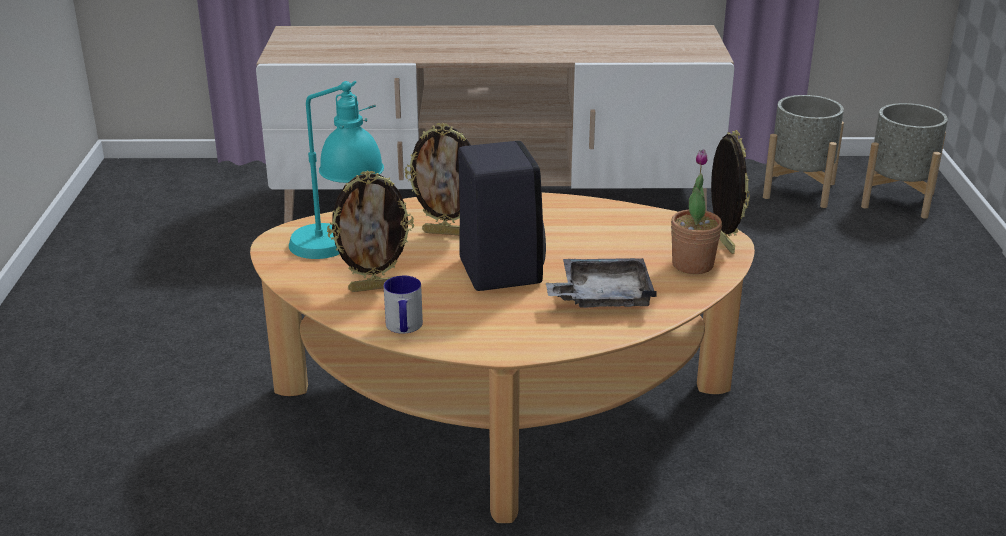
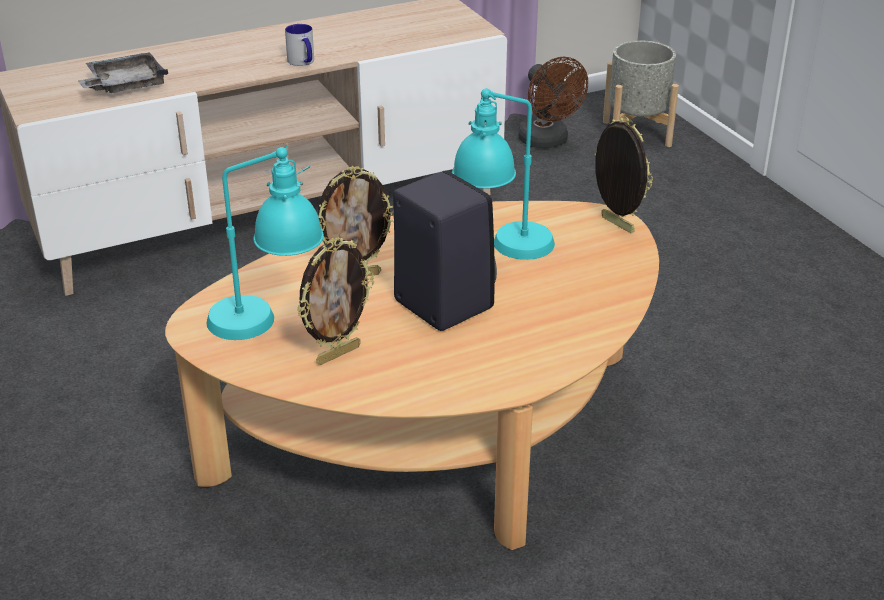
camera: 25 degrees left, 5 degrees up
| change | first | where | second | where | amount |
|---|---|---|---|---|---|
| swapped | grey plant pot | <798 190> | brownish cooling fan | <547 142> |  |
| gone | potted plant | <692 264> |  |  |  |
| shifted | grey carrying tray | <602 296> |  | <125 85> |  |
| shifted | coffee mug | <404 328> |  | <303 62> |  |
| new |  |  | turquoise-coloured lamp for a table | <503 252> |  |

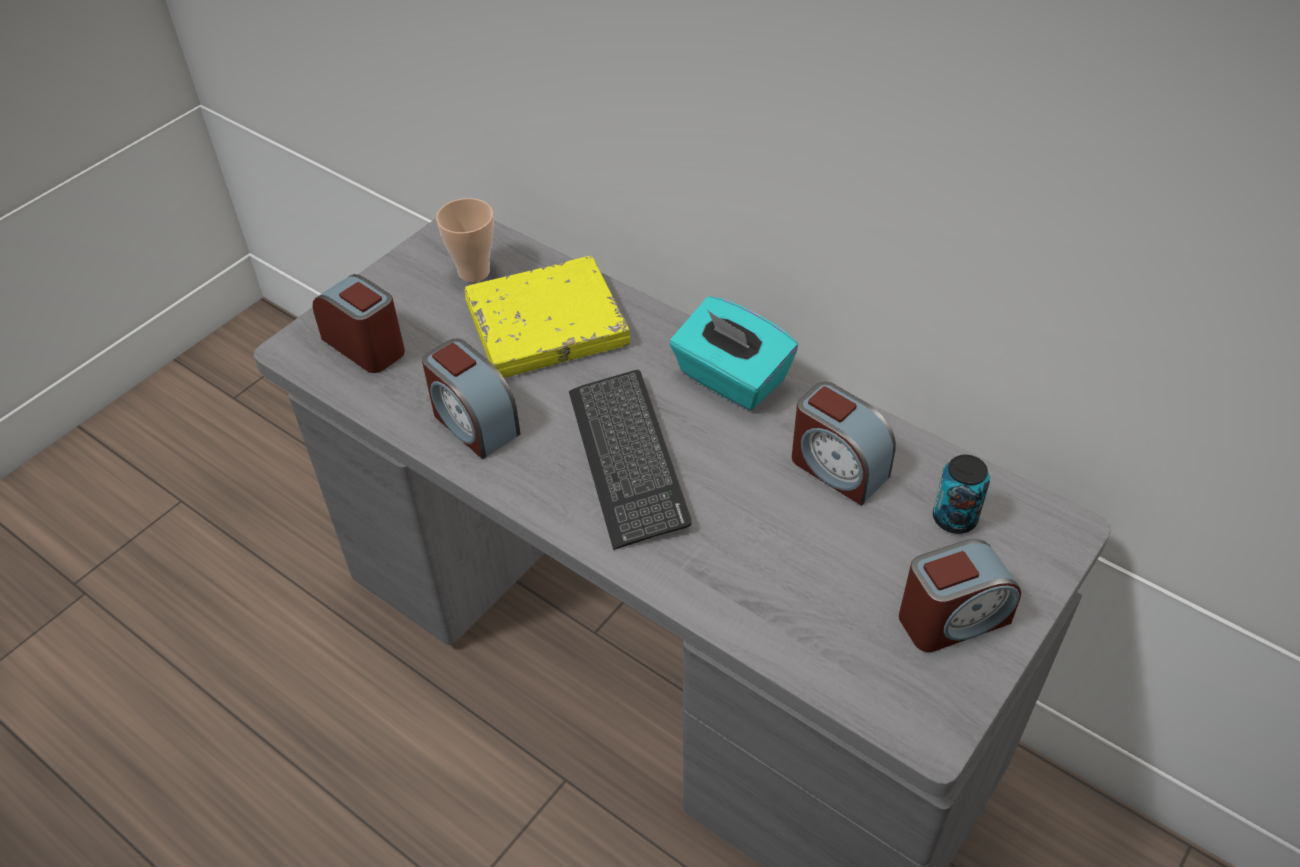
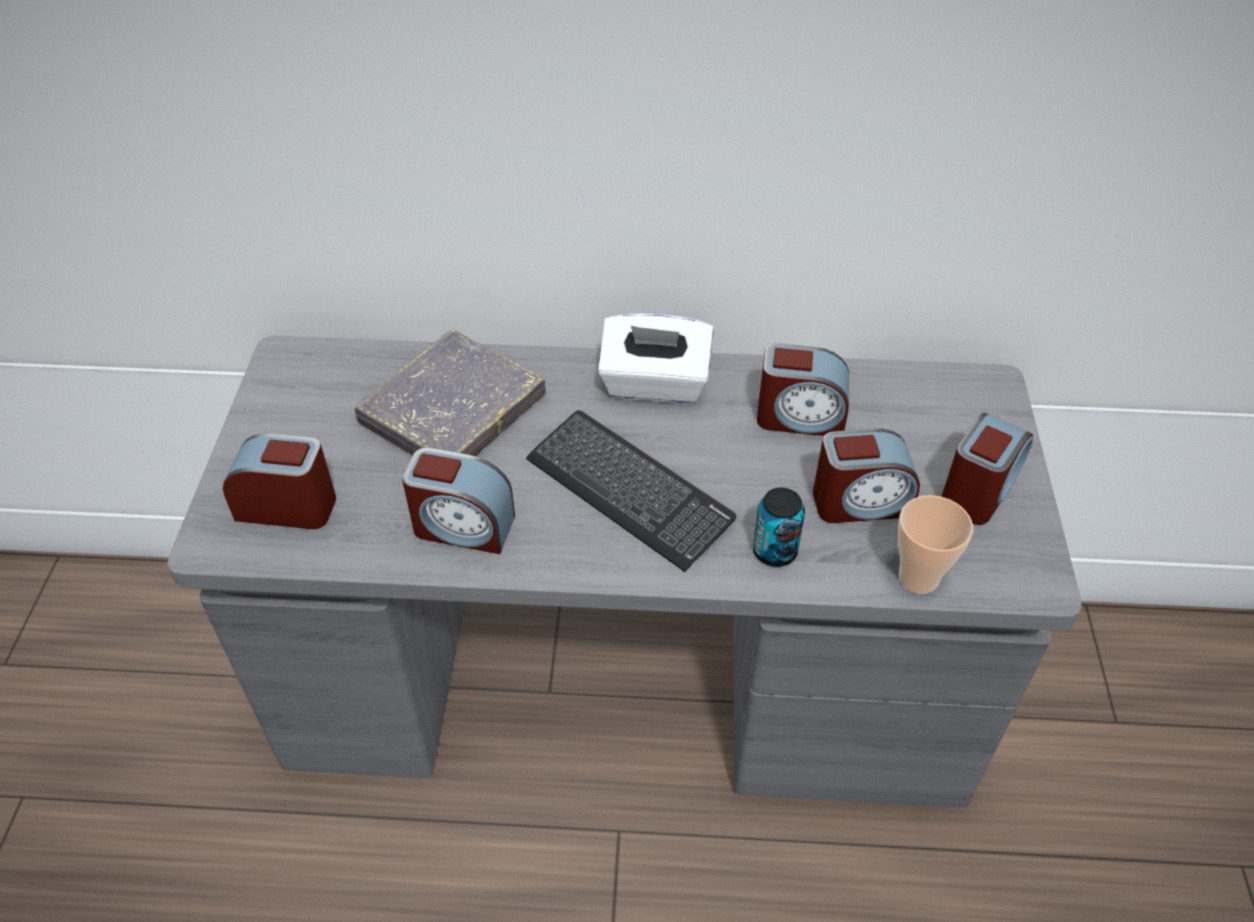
camera: 35 degrees left, 0 degrees up
| change | first | where | second | where | amount |
|---|---|---|---|---|---|
| shifted | small cup | <474 272> |  | <918 578> |  |
| repainted | yellow book | <546 325> | grey book | <452 410> |  |
| repainted | turquoise-coloured box of tissues | <730 379> | white-coloured box of tissues | <654 385> |  |
| shifted | can | <954 518> |  | <774 551> |  |
| new |  |  | table clock | <860 502> |  |

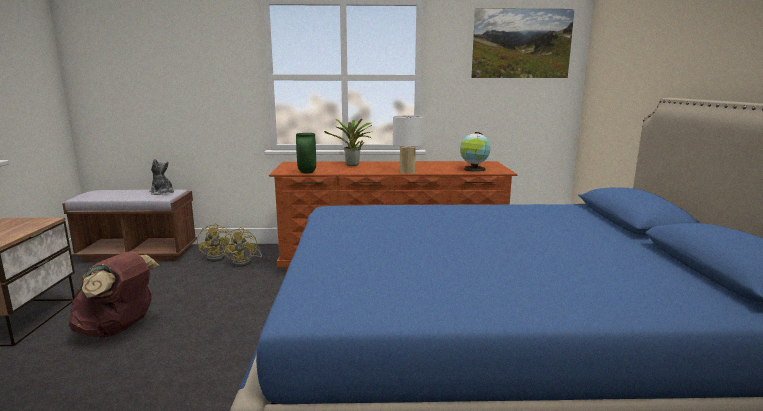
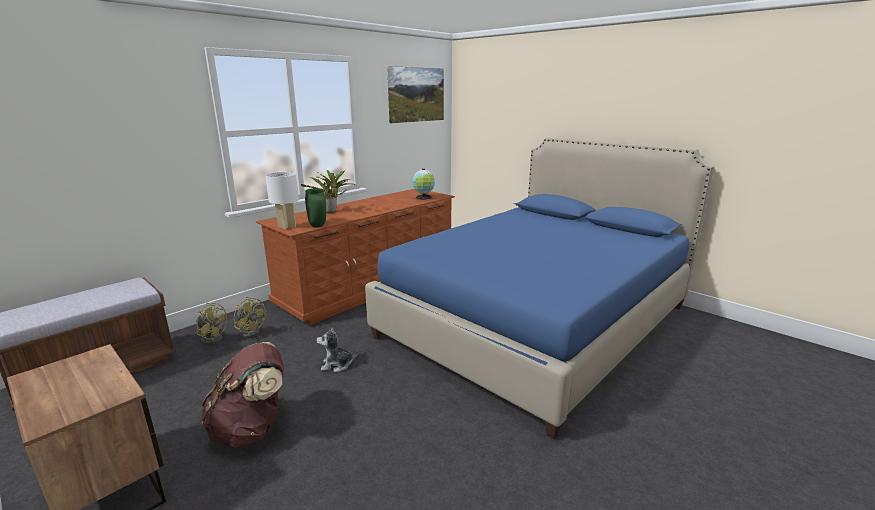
camera: 45 degrees left, 5 degrees up
| change | first | where | second | where | amount |
|---|---|---|---|---|---|
| shifted | white-coloured lamp for a table | <407 172> |  | <287 226> |  |
| shifted | soft toy | <162 192> |  | <337 365> |  |

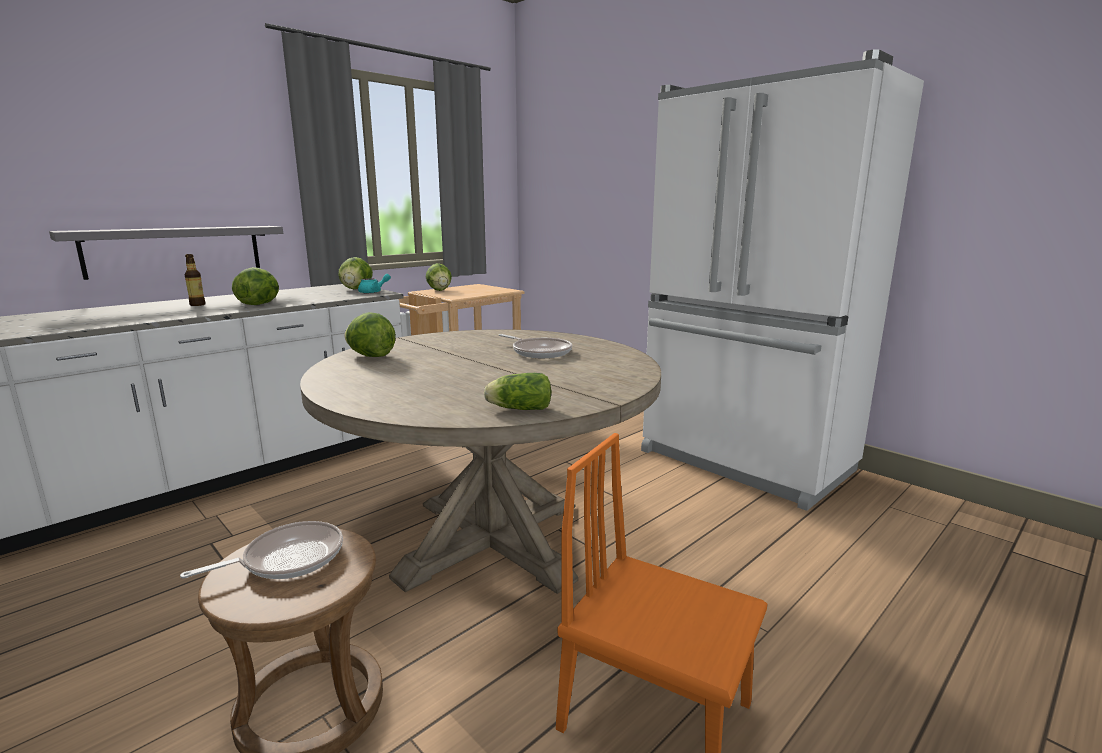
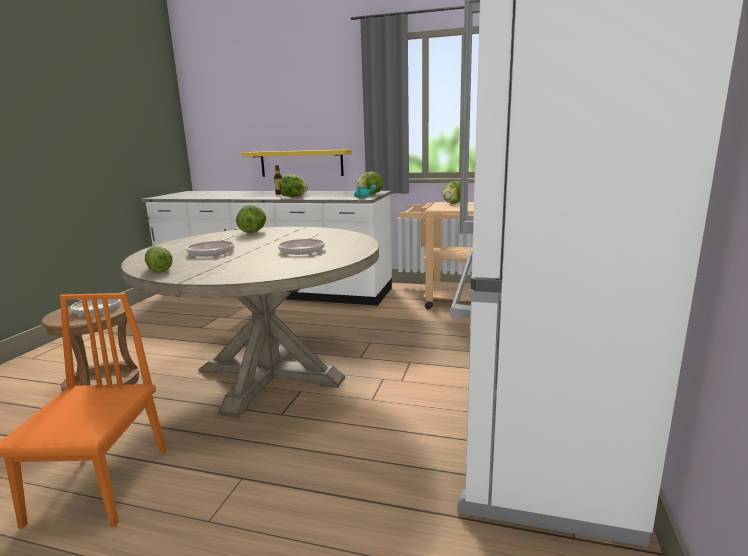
camera: 60 degrees right, 0 degrees up
| change | first | where | second | where | amount |
|---|---|---|---|---|---|
| repainted | grey wall shelf | <175 250> | yellow wall shelf | <301 163> |  |
| new |  |  | frying pan | <213 251> |  |

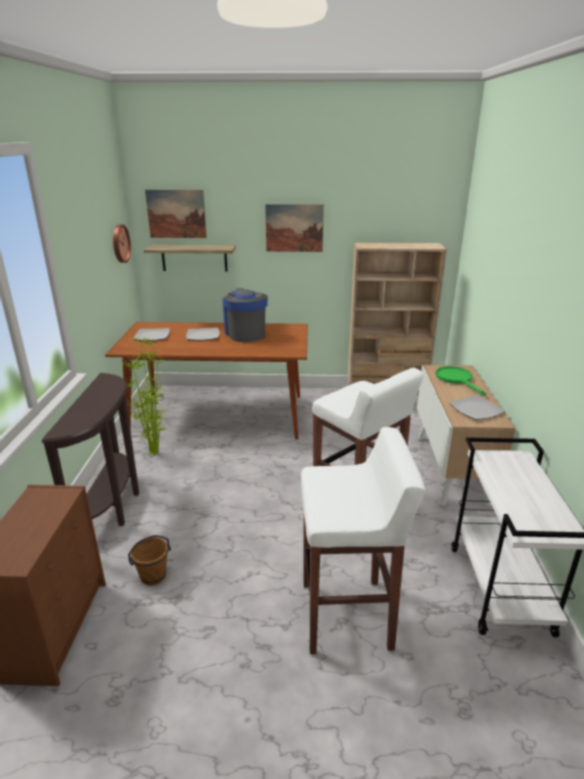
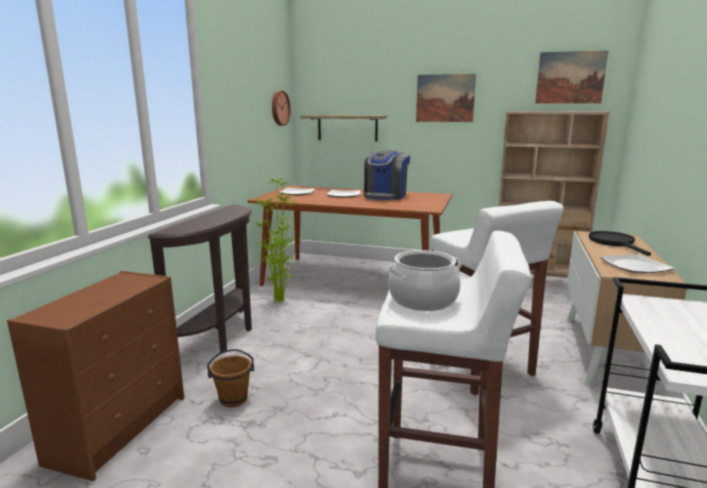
camera: 15 degrees right, 10 degrees down
| change | first | where | second | where | amount |
|---|---|---|---|---|---|
| shifted | wall picture | <176 214> |  | <570 77> |  |
| rotated | coffee machine | <245 333> |  | <385 196> | 150 degrees counterclockwise |
| repainted | green-coloured frying pan | <457 379> | black-coloured frying pan | <615 243> |  |
| new |  |  | cooking pot | <423 299> |  |

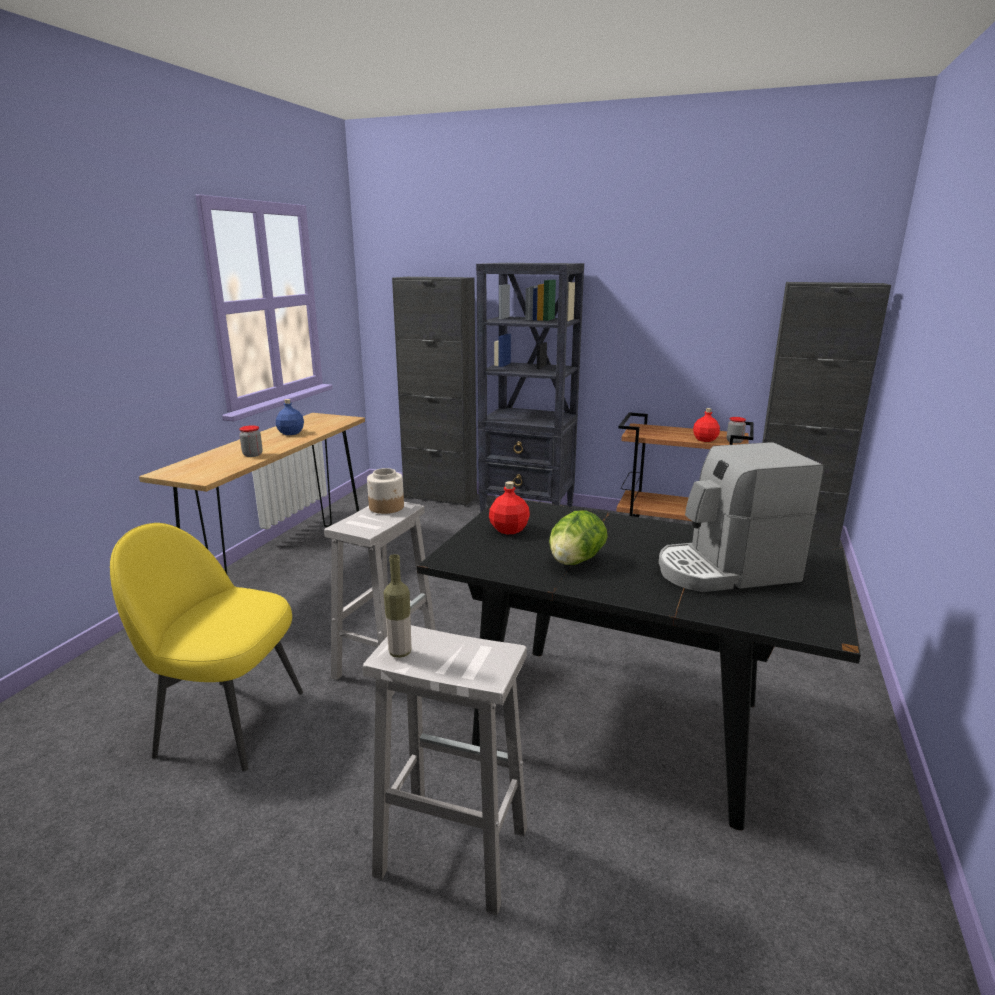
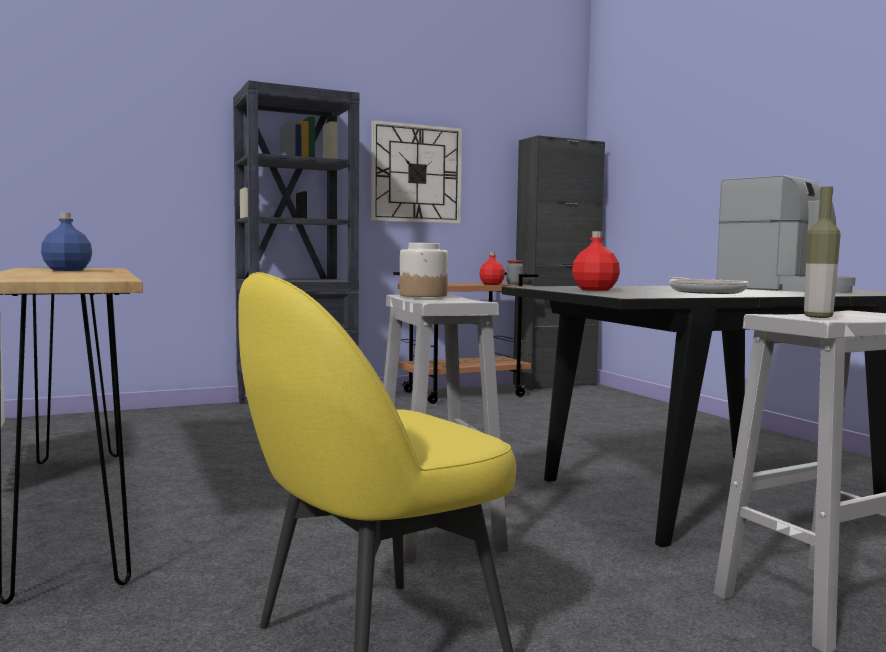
camera: 45 degrees left, 15 degrees down
| change | first | where | second | where | amount |
|---|---|---|---|---|---|
| gone | black-coloured cabinet | <440 497> |  |  |  |
| gone | preserve jar | <252 455> |  |  |  |
| rotated | coffee machine | <725 570> |  | <785 289> | 75 degrees counterclockwise |
| swapped | lettuce | <575 561> | frying pan | <705 292> |  |
| new |  |  | wall clock | <416 173> |  |

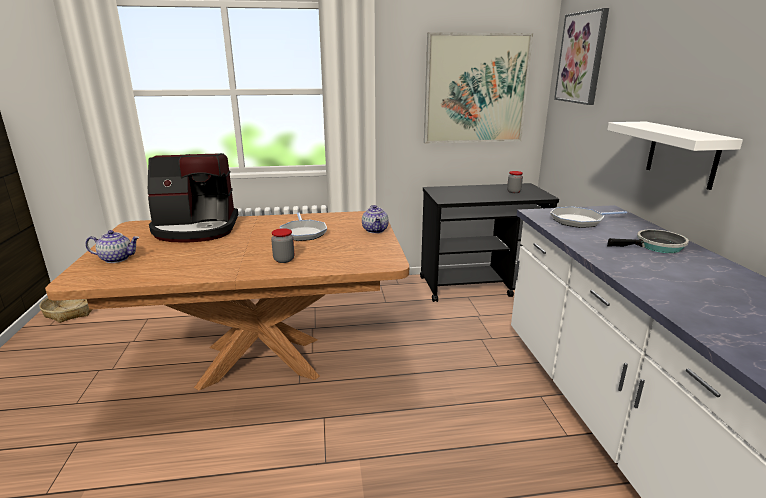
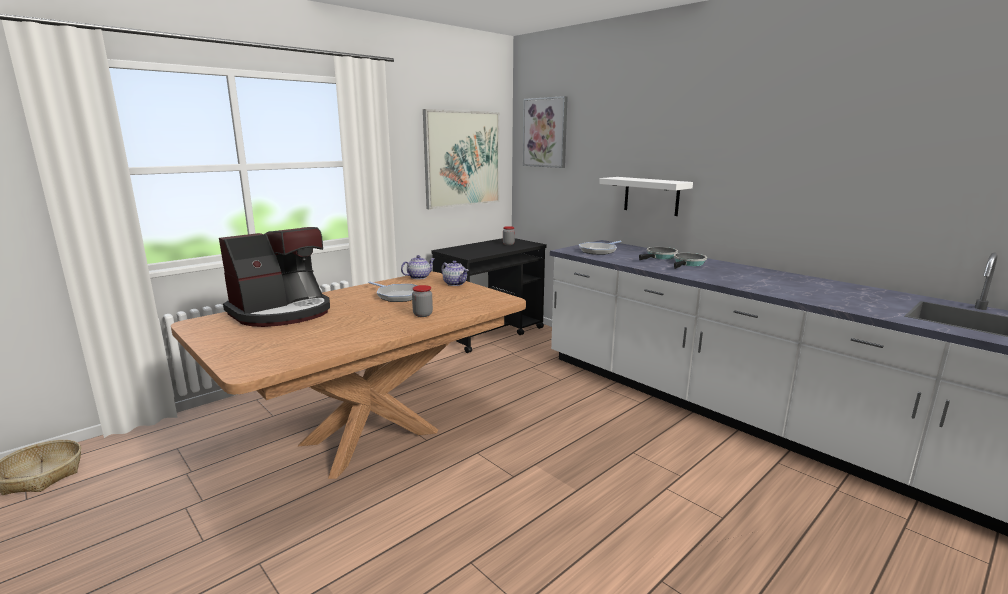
camera: 35 degrees left, 5 degrees down
| change | first | where | second | where | amount |
|---|---|---|---|---|---|
| shifted | tea pot | <117 259> |  | <418 277> |  |
| new |  |  | frying pan | <688 263> |  |

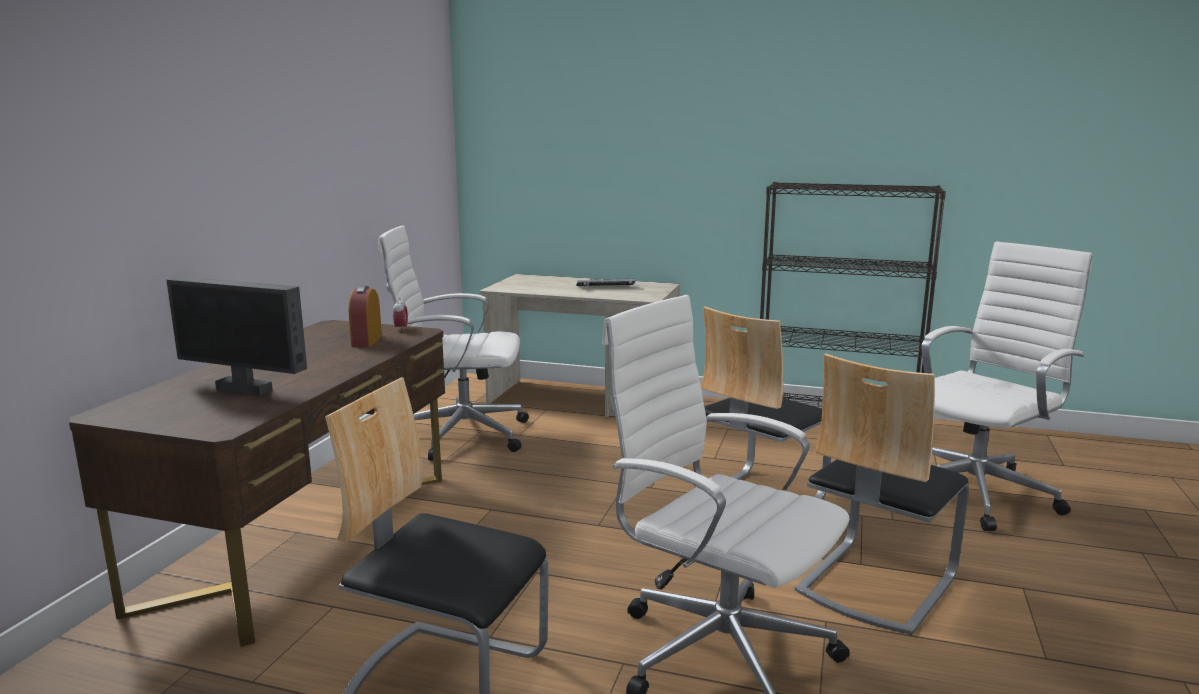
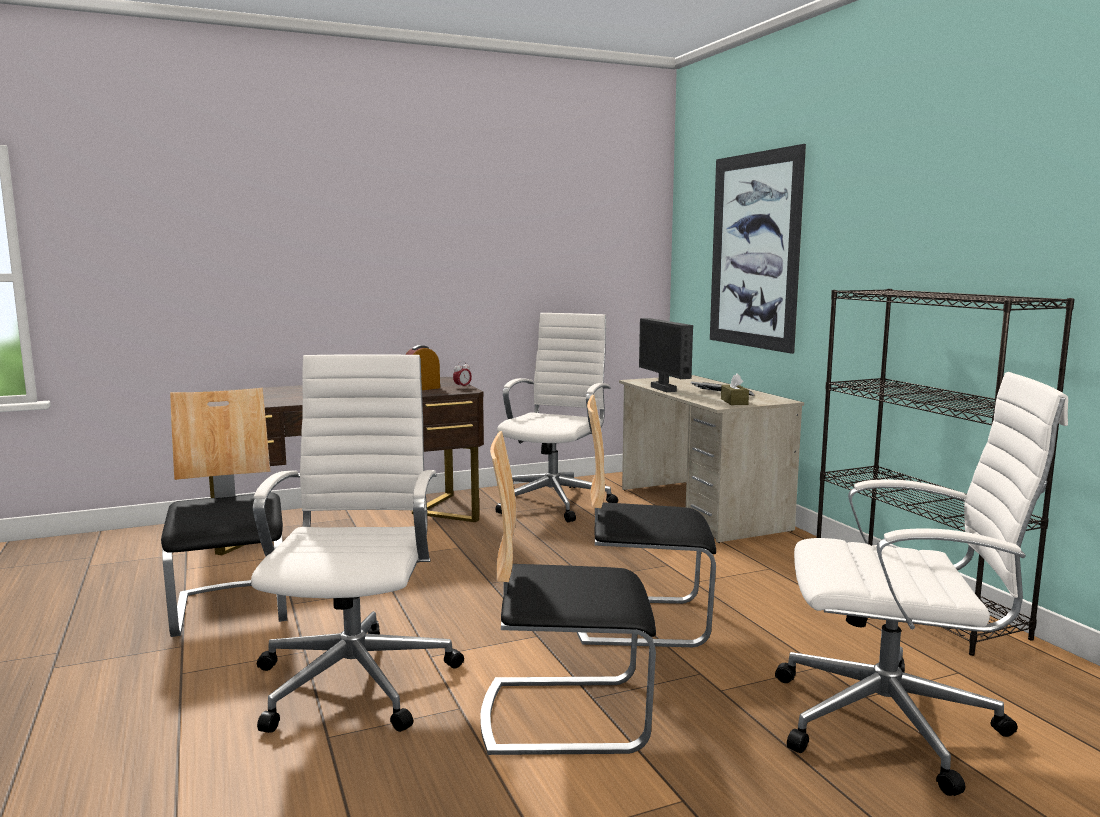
camera: 50 degrees right, 5 degrees down
| change | first | where | second | where | amount |
|---|---|---|---|---|---|
| rotated | white-coloured computer chair | <460 435> |  | <555 502> | 60 degrees clockwise |
| shifted | computer display | <246 389> |  | <664 389> |  |
| new |  |  | wall picture | <754 251> |  |
| new |  |  | brownish box of tissues | <734 402> |  |

